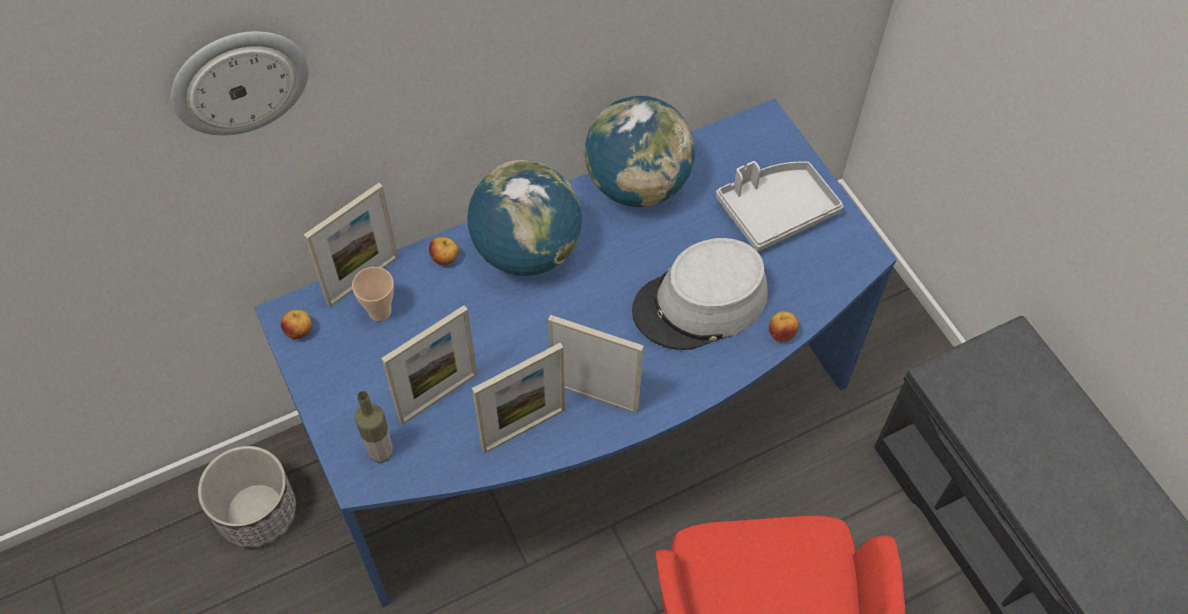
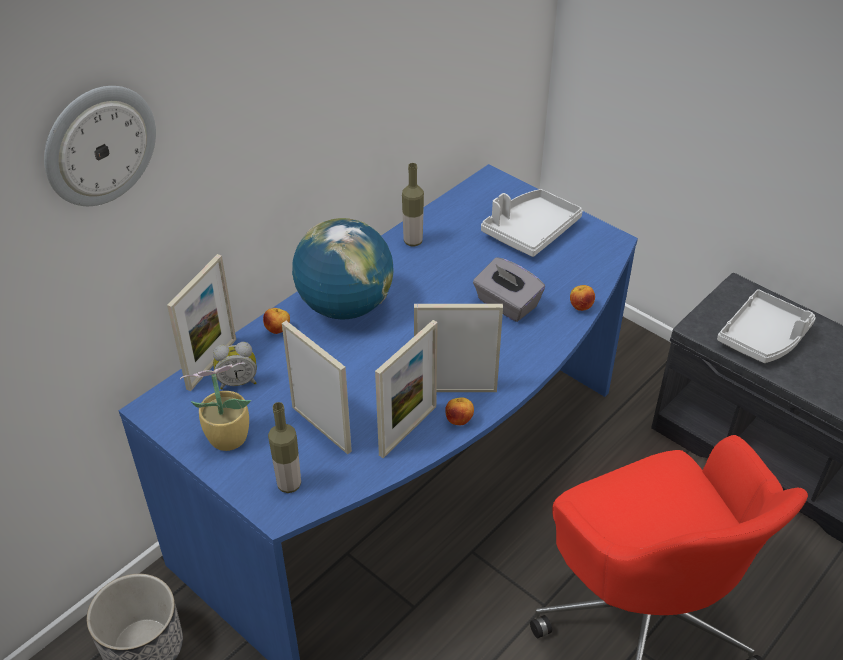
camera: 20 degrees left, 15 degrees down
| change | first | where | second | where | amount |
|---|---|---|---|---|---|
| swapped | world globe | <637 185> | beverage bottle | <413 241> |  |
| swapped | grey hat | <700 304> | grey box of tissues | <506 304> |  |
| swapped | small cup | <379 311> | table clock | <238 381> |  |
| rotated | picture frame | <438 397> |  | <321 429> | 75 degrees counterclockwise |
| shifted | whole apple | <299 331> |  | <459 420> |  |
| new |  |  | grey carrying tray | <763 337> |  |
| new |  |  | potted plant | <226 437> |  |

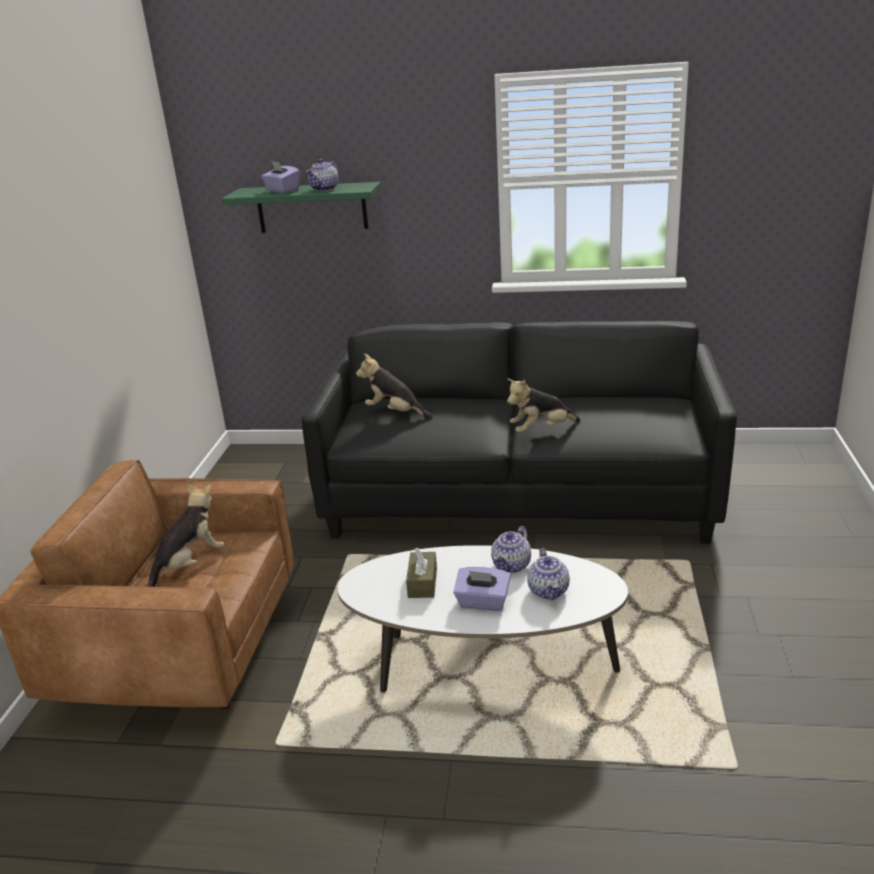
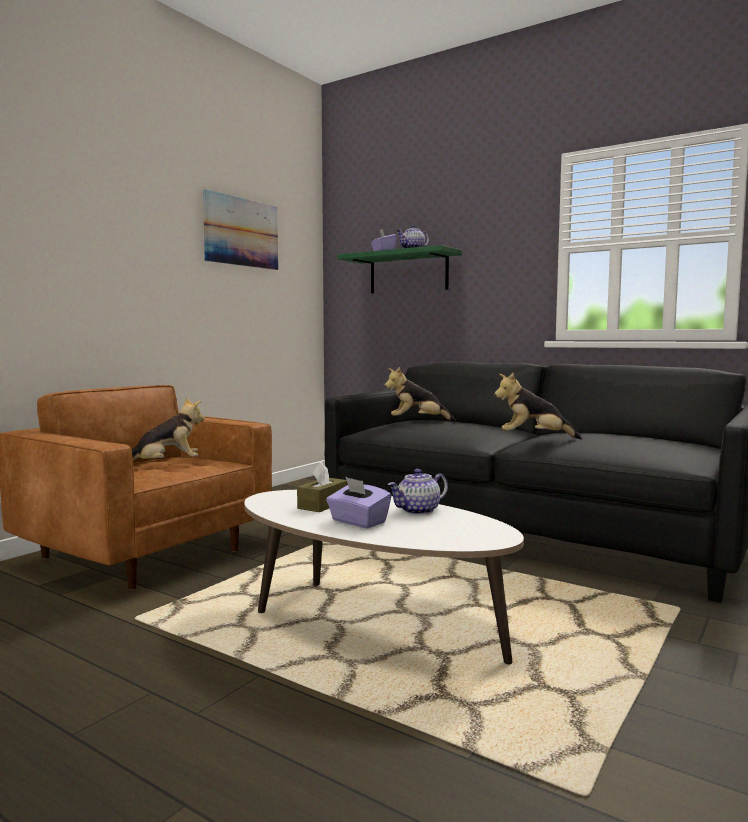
camera: 25 degrees right, 20 degrees down
| change | first | where | second | where | amount |
|---|---|---|---|---|---|
| rotated | soft toy | <395 413> |  | <417 422> | 60 degrees counterclockwise |
| gone | tea pot | <549 591> |  |  |  |
| new |  |  | wall picture | <242 232> |  |

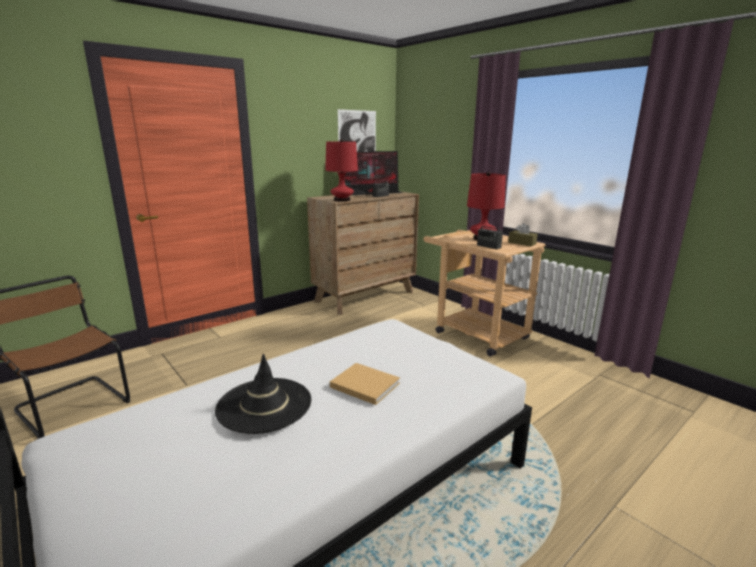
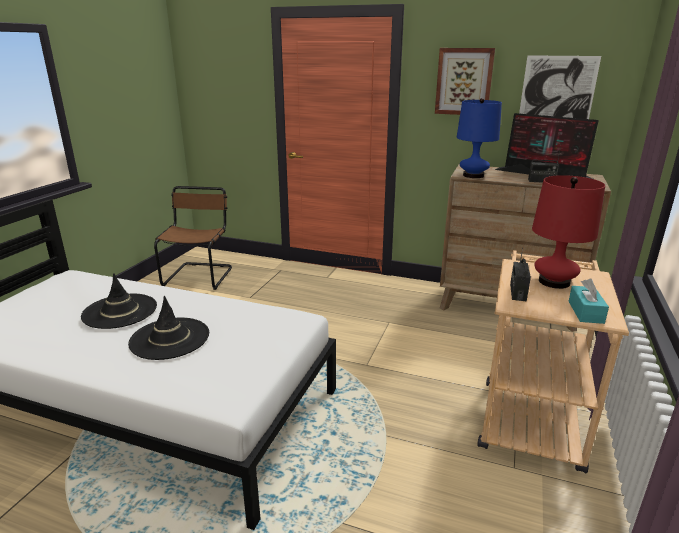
camera: 60 degrees right, 5 degrees up
| change | first | where | second | where | amount |
|---|---|---|---|---|---|
| repainted | red lamp for a table | <342 200> | blue lamp for a table | <473 175> |  |
| repainted | brownish box of tissues | <522 243> | turquoise-coloured box of tissues | <585 312> |  |
| swapped | sand-coloured book | <363 384> | black-coloured hat | <169 338> |  |
| new |  |  | wall picture | <464 81> |  |

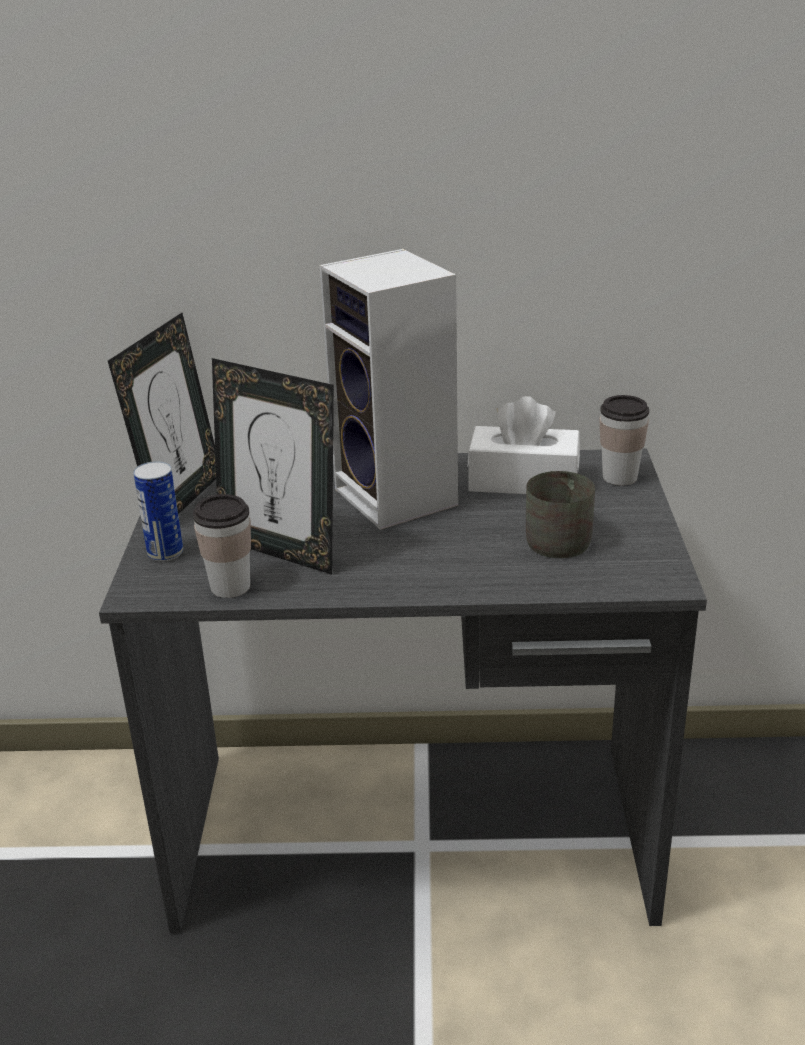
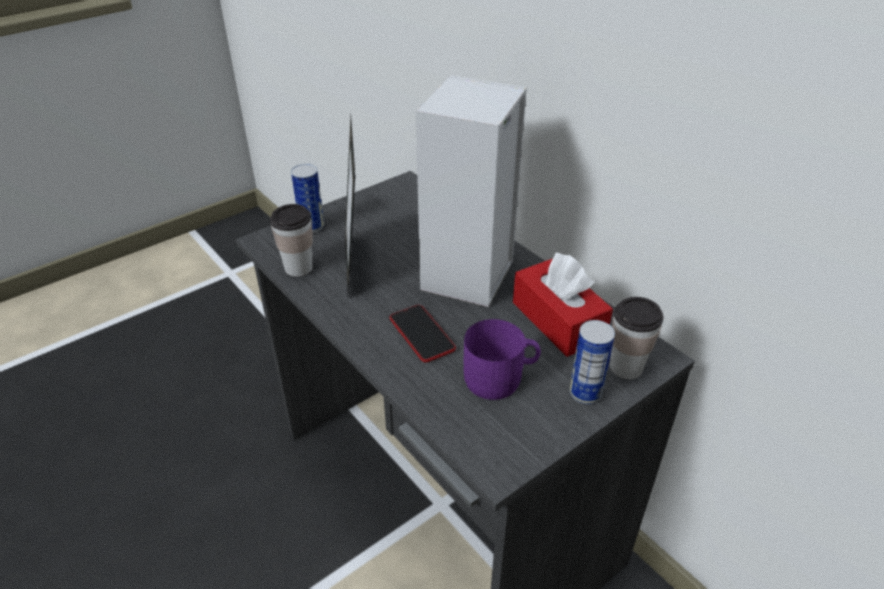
camera: 50 degrees right, 10 degrees up
| change | first | where | second | where | amount |
|---|---|---|---|---|---|
| gone | picture frame | <181 501> |  |  |  |
| repainted | white-coloured box of tissues | <523 481> | red box of tissues | <558 320> |  |
| repainted | grey coffee mug | <563 537> | purplish coffee mug | <500 379> |  |
| new |  |  | handset | <422 334> |  |
| new |  |  | can | <585 393> |  |

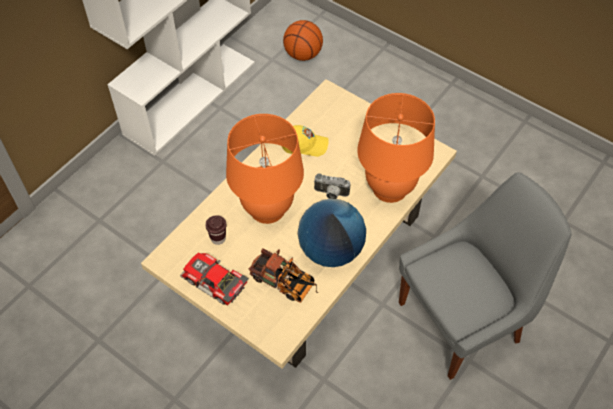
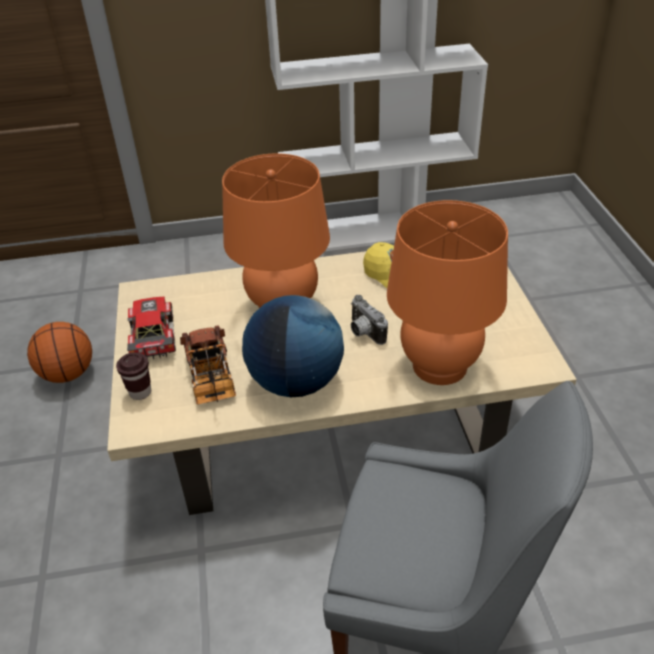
camera: 45 degrees right, 15 degrees down
| change | first | where | second | where | amount |
|---|---|---|---|---|---|
| shifted | basketball ball | <303 54> |  | <68 373> |  |
| shifted | brownish small cup | <218 238> |  | <140 392> |  |

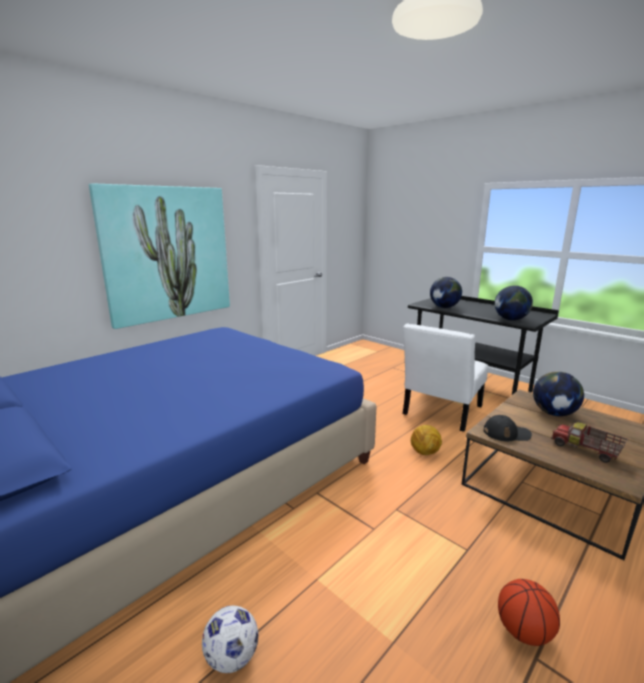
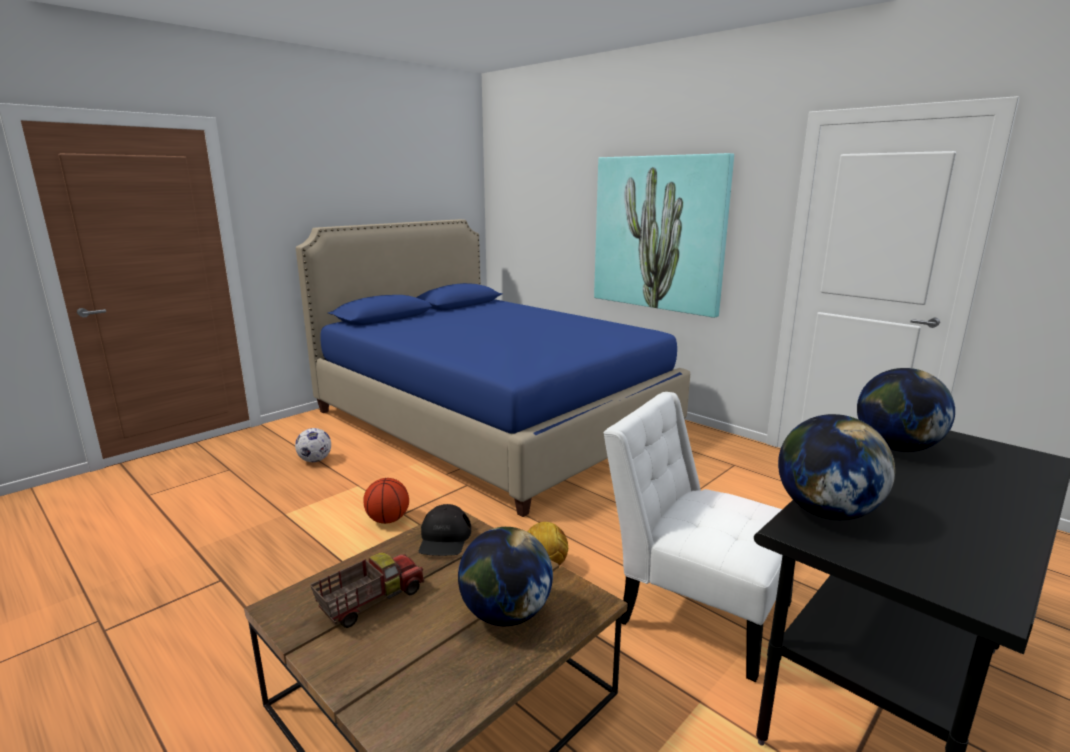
camera: 90 degrees right, 0 degrees up
| change | first | where | second | where | amount |
|---|---|---|---|---|---|
| shifted | basketball ball | <523 631> |  | <388 520> |  |

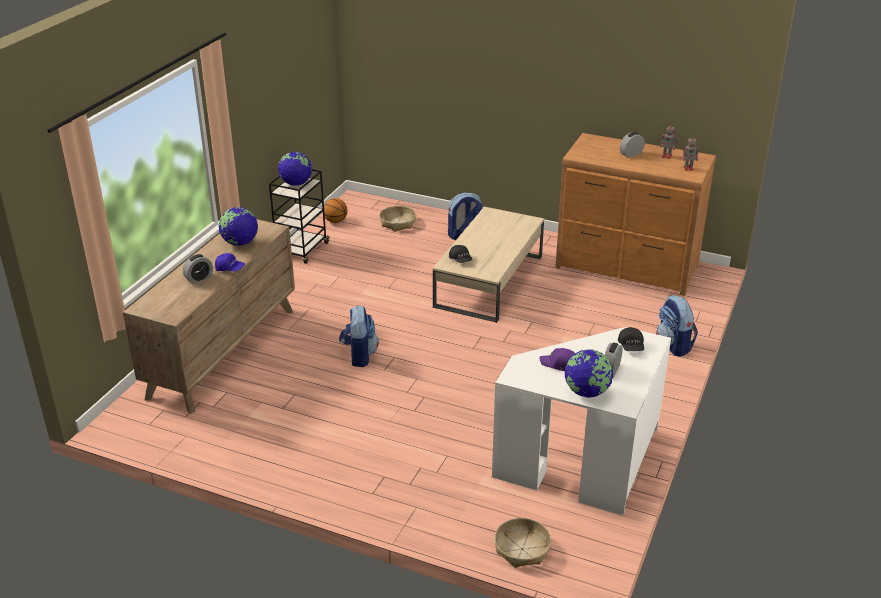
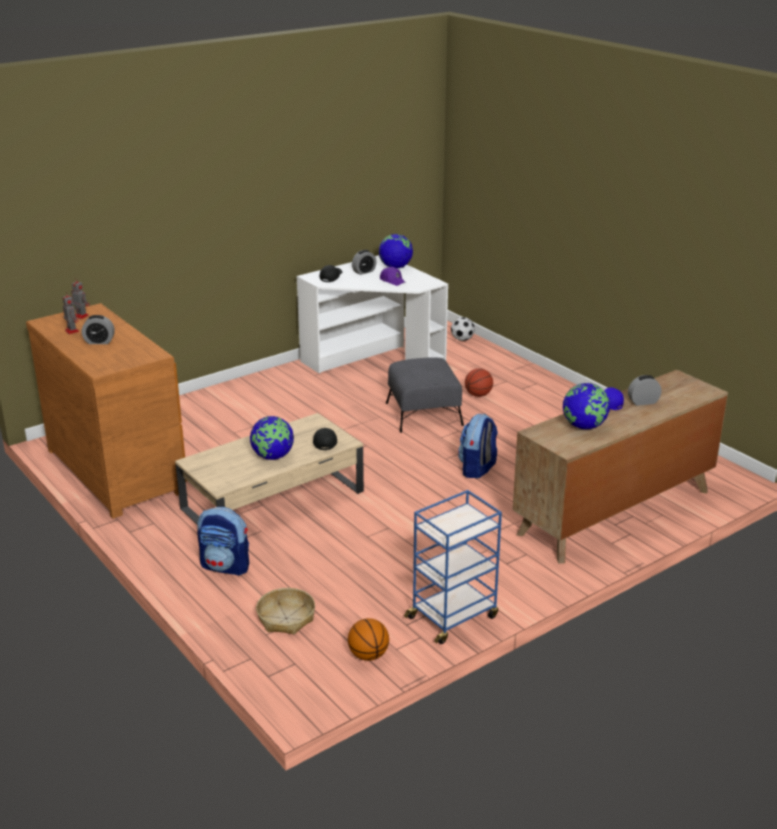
camera: 150 degrees left, 5 degrees down
| change | first | where | second | where | amount |
|---|---|---|---|---|---|
| shifted | world globe | <296 183> |  | <273 457> |  |
| repainted | black-coloured cart | <302 250> | blue cart | <453 616> |  |
| gone | knapsack | <674 345> |  |  |  |
| swapped | household basket | <522 549> | football | <462 339> |  |
| new |  |  | grey footrest | <423 414> |  |
| new |  |  | basketball ball | <478 395> |  |

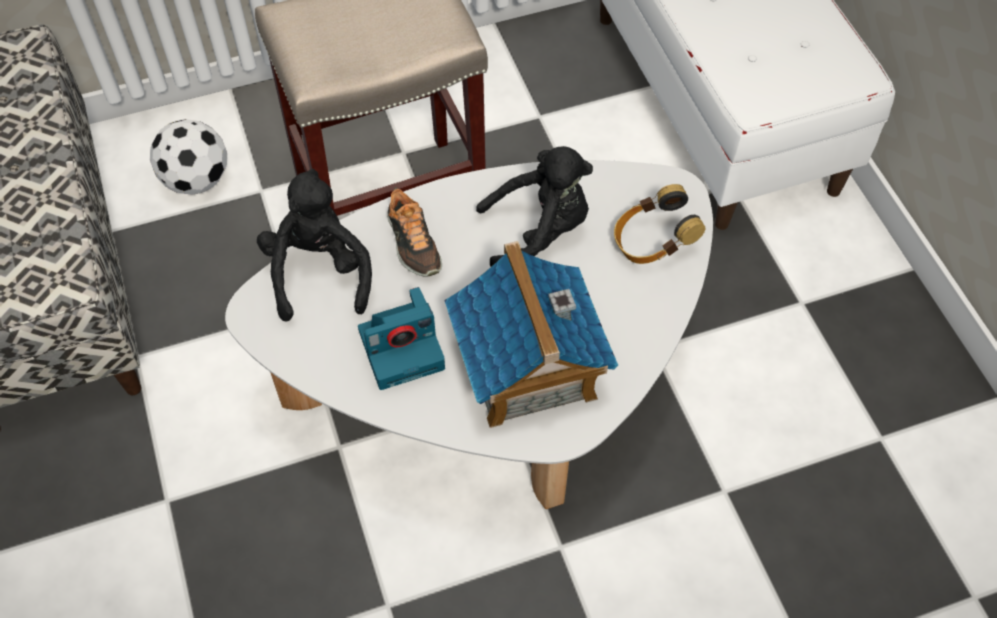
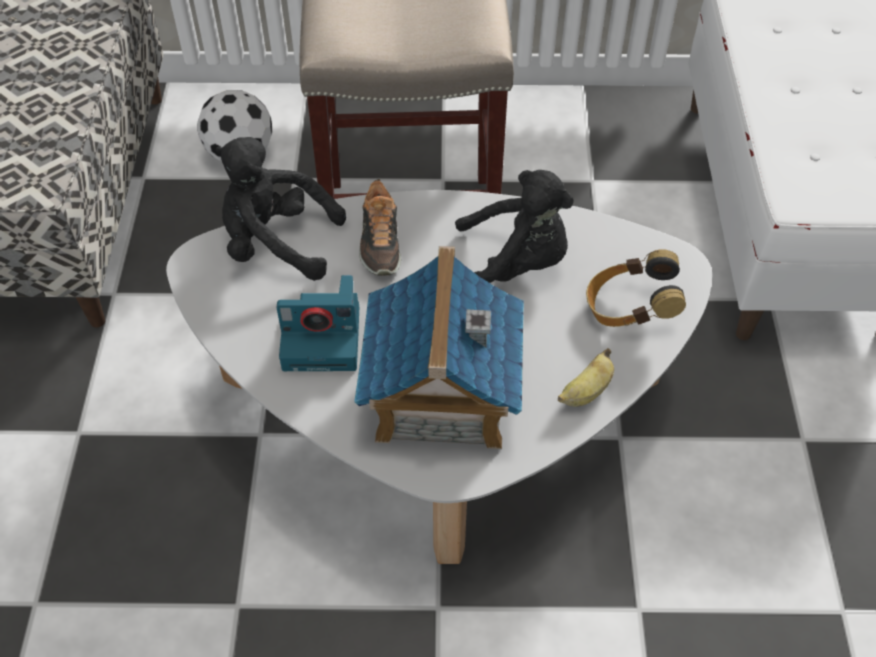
camera: 20 degrees right, 5 degrees down
| change | first | where | second | where | amount |
|---|---|---|---|---|---|
| rotated | black-coloured soft toy | <319 272> |  | <276 244> | 90 degrees counterclockwise |
| new |  |  | banana fruit | <585 392> |  |

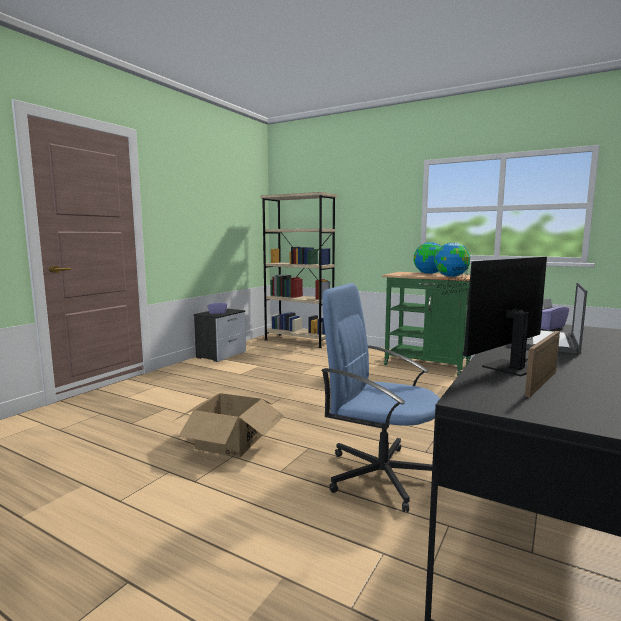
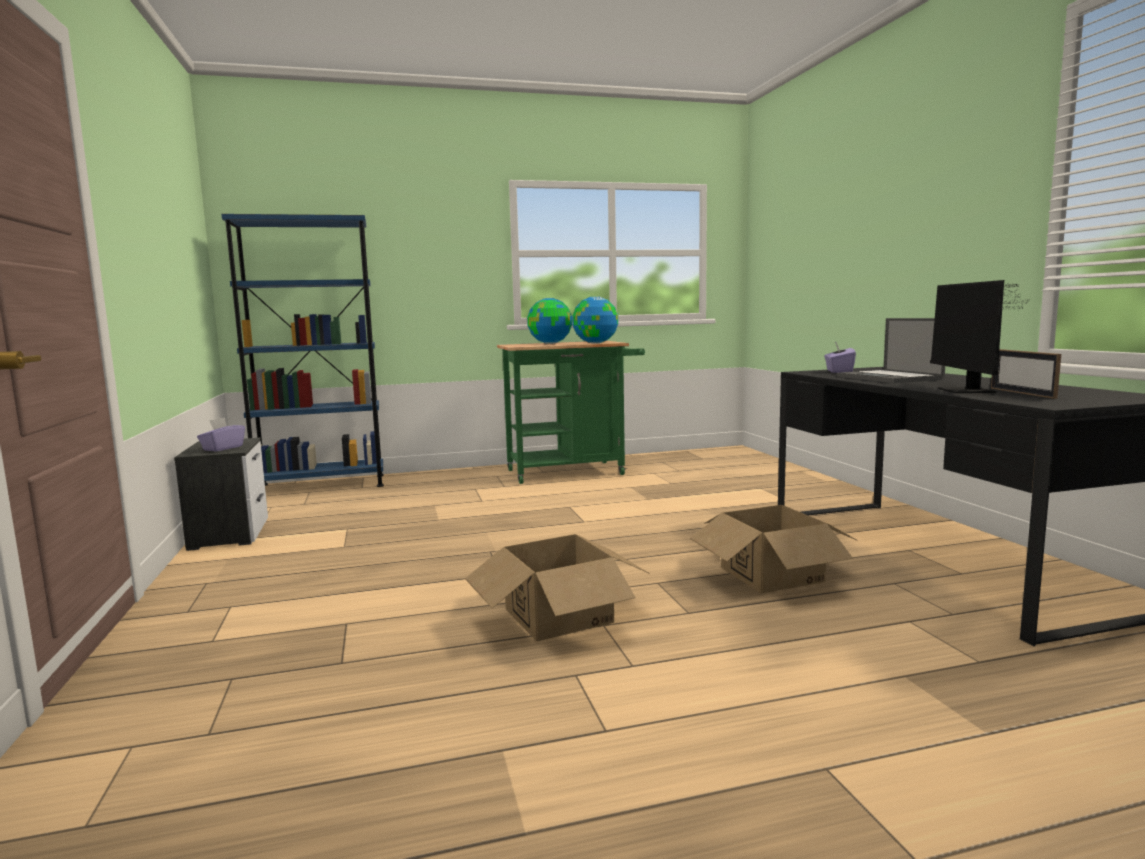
camera: 45 degrees left, 0 degrees up
| change | first | where | second | where | amount |
|---|---|---|---|---|---|
| repainted | sand-coloured bookcase | <299 341> | blue bookcase | <321 485> |  |
| swapped | blue computer chair | <380 474> | cardboard box | <771 574> |  |

